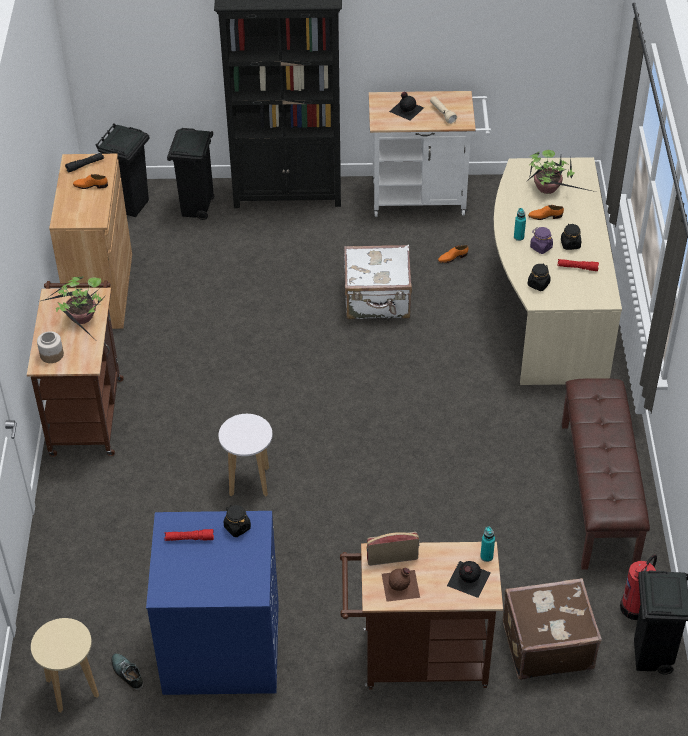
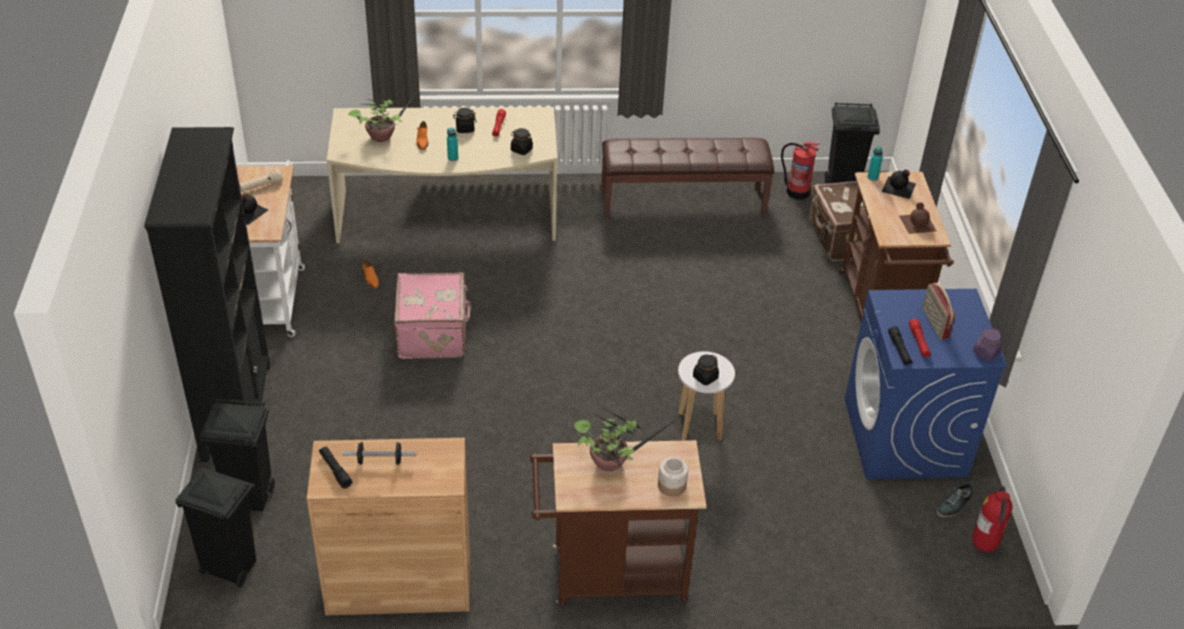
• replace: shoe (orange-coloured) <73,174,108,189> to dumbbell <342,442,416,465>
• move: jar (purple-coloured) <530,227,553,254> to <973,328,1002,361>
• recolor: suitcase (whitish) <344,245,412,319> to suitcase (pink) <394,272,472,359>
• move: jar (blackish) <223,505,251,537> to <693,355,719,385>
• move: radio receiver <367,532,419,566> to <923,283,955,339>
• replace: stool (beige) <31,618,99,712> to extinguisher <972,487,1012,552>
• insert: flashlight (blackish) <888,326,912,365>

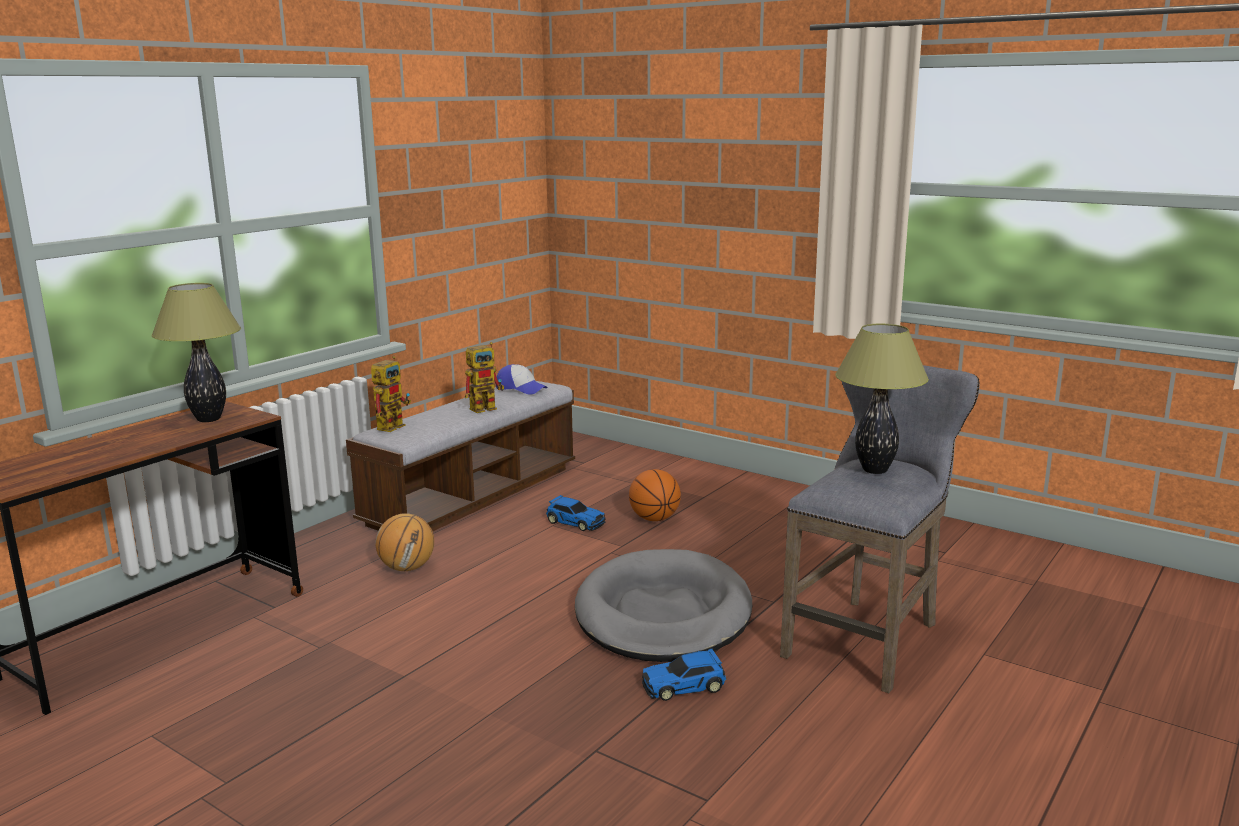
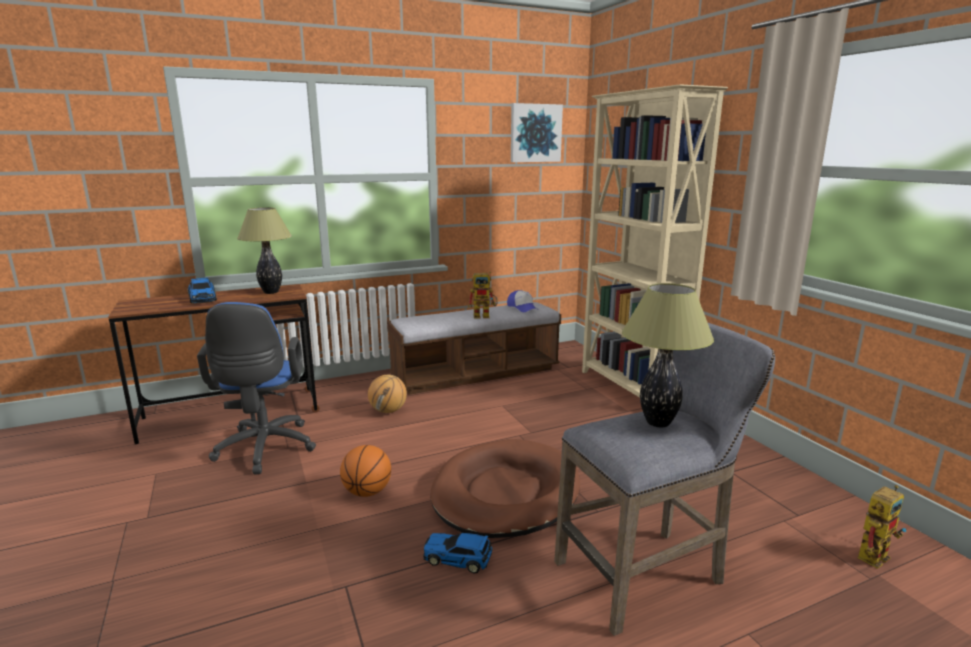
• move: model robot <371,356,411,432> to <858,485,907,569>
• move: basketball <629,469,681,521> to <340,445,391,497>
• move: miniature car <546,495,606,531> to <188,277,217,304>
• recolor: dog bed (gray) <575,549,752,662> to dog bed (brown) <431,439,580,538>
• insert: bookcase (beige) <582,84,728,398>
• insert: wall art <511,103,563,162>
• insert: computer chair (blue-coloured) <197,302,316,475>

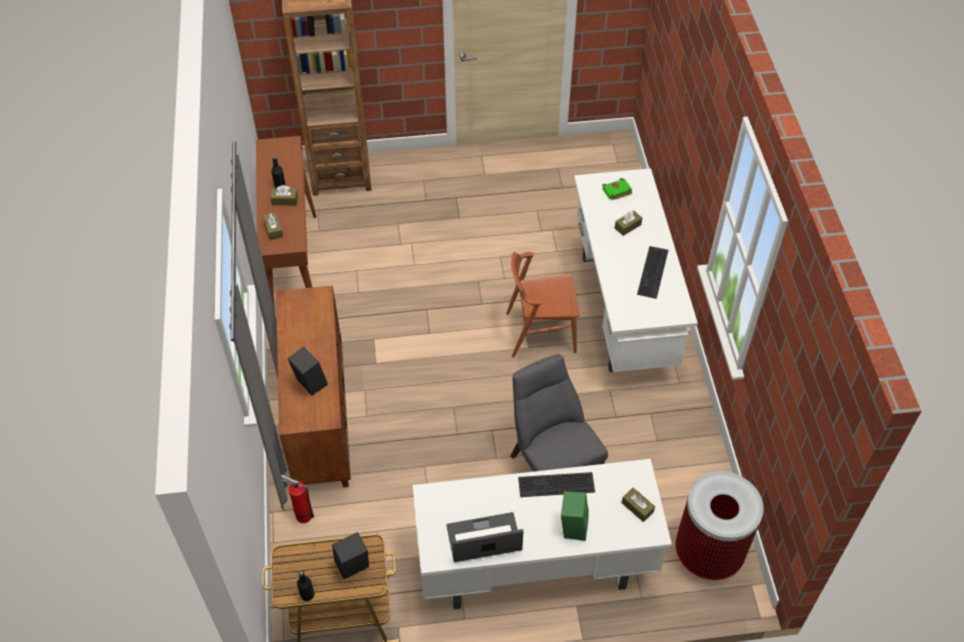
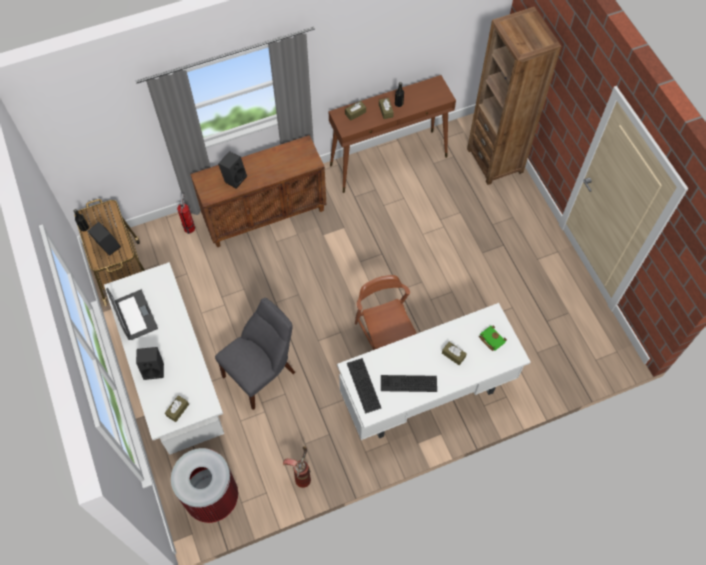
• move: PC keyboard <518,472,595,497> to <347,358,381,414>
• recolor: speaker (green) <561,491,589,541> to speaker (blackish) <136,347,164,380>
• insert: extinguisher <283,446,311,488>

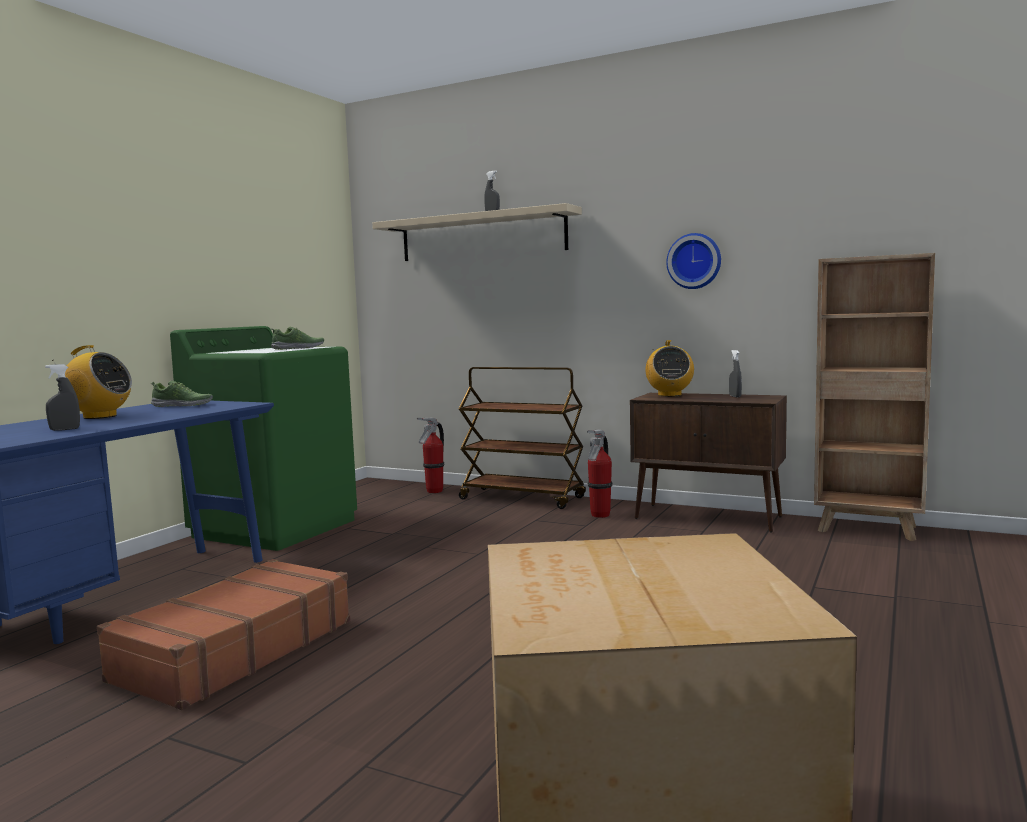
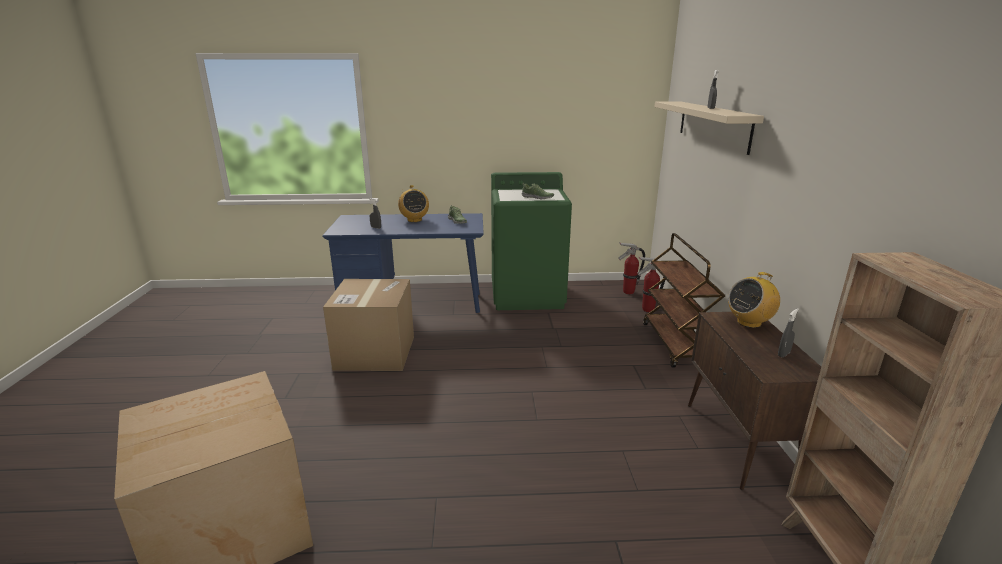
• delete: wall clock <666,233,721,289>
• move: extinguisher <587,430,613,518> to <618,243,645,294>
• replace: suitcase (brown) <97,559,351,710> to packing box <323,279,414,371>

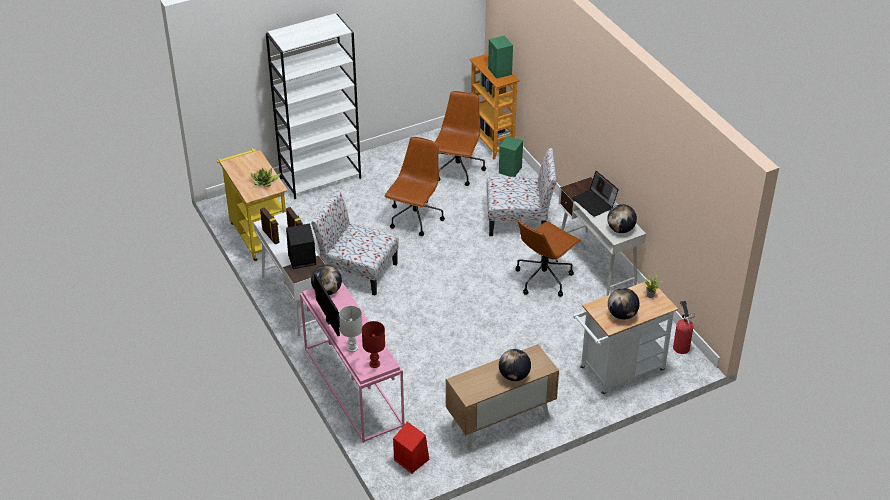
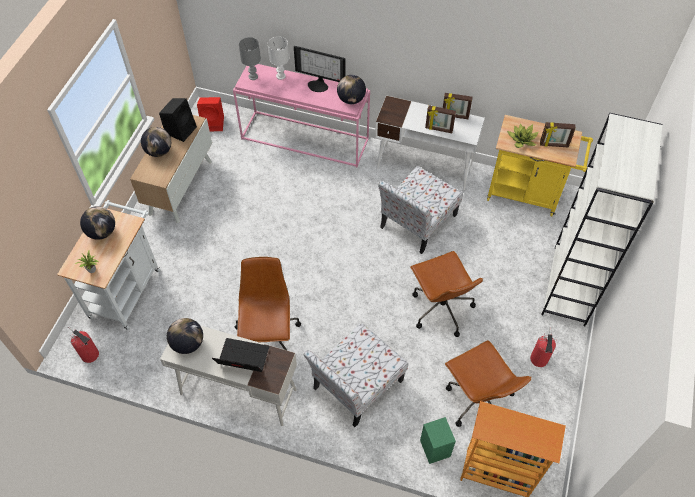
• delete: speaker (green) <488,35,513,79>
• rotate: upright chair <311,190,399,296> = <378,166,463,254> 150 degrees clockwise
• move: speaker (blackish) <286,224,316,269> to <159,98,197,142>
• recolor: lamp for a table (red) <362,321,385,368> to lamp for a table (gray) <239,37,261,80>
• insert: standing frame <540,122,576,148>
• insert: extinguisher <530,327,556,367>

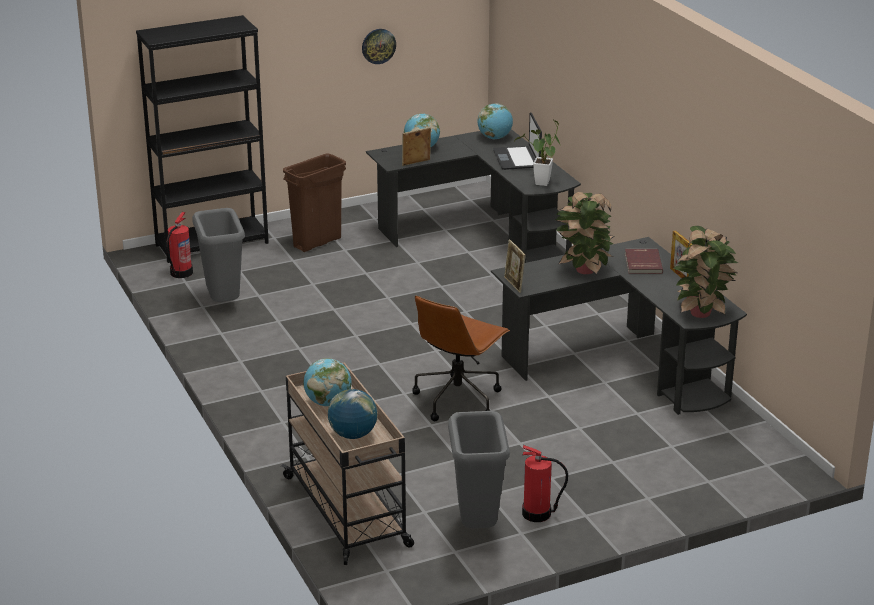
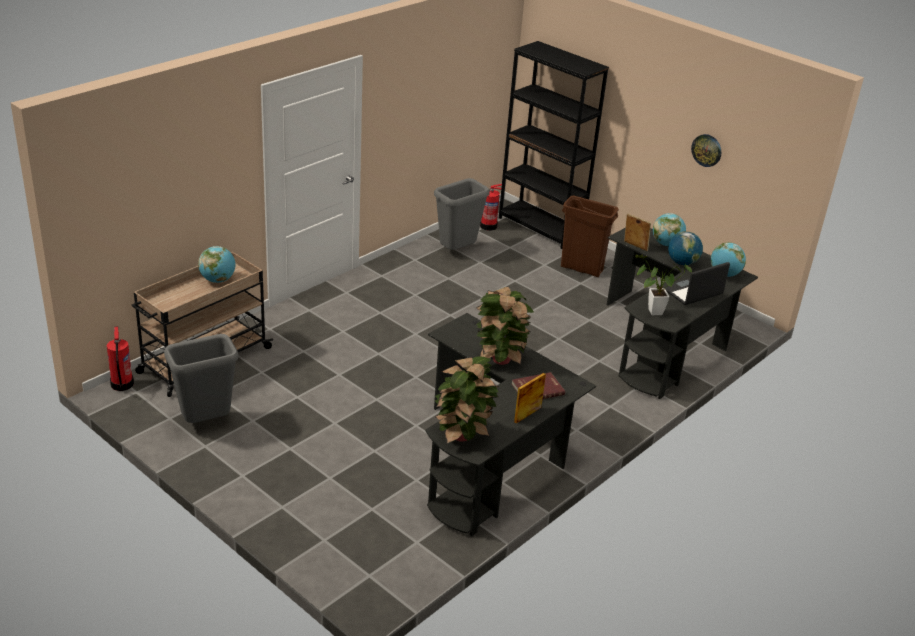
• delete: standing frame <504,239,526,293>
• delete: computer chair (brown) <412,295,510,421>
• move: globe <328,389,378,439> to <668,231,703,265>
• move: extinguisher <522,445,568,522> to <107,326,134,391>

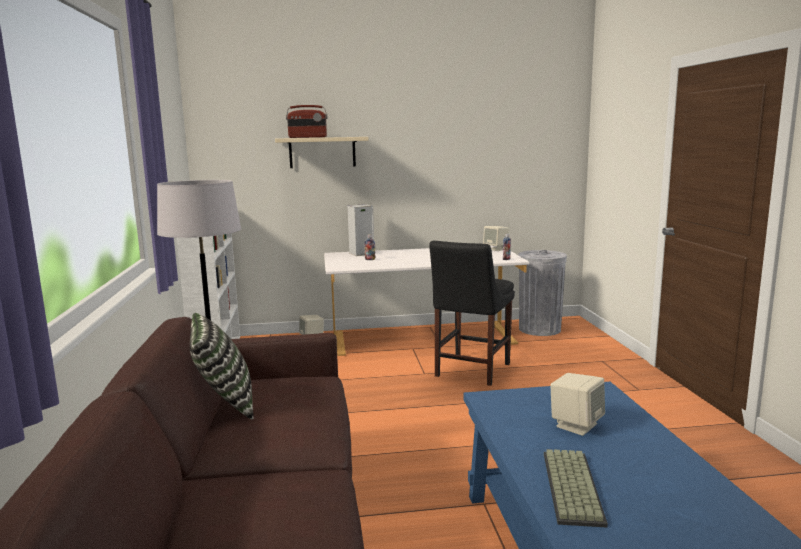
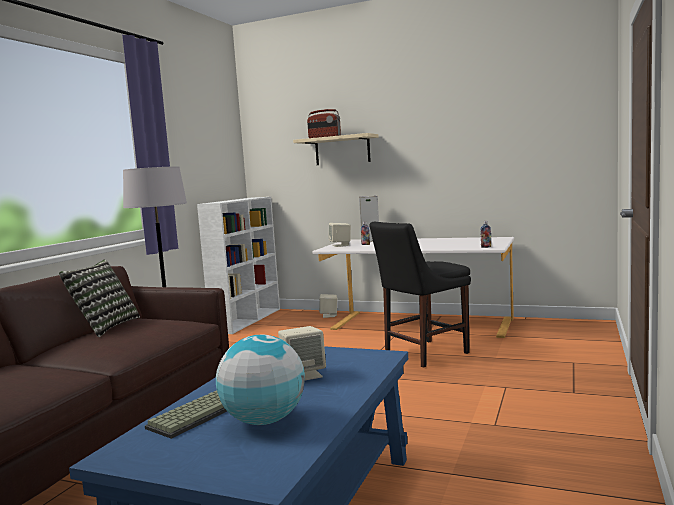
• move: speaker (beige) <483,226,510,251> to <329,223,351,247>
• delete: waste bin (gray) <518,250,567,336>
• insert: globe <216,334,305,425>

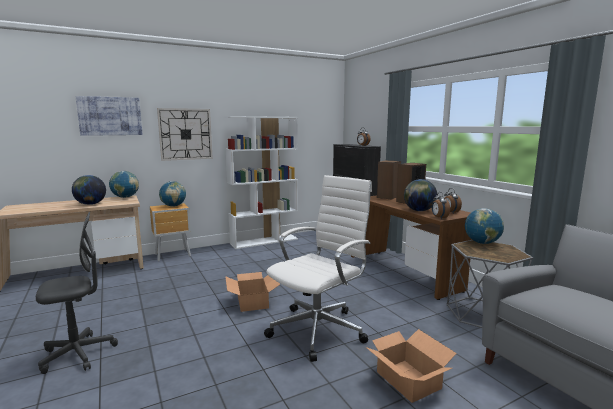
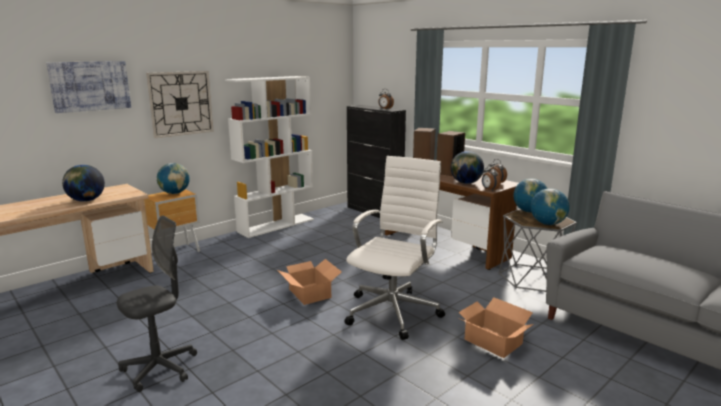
• move: globe <109,171,139,198> to <531,188,570,225>

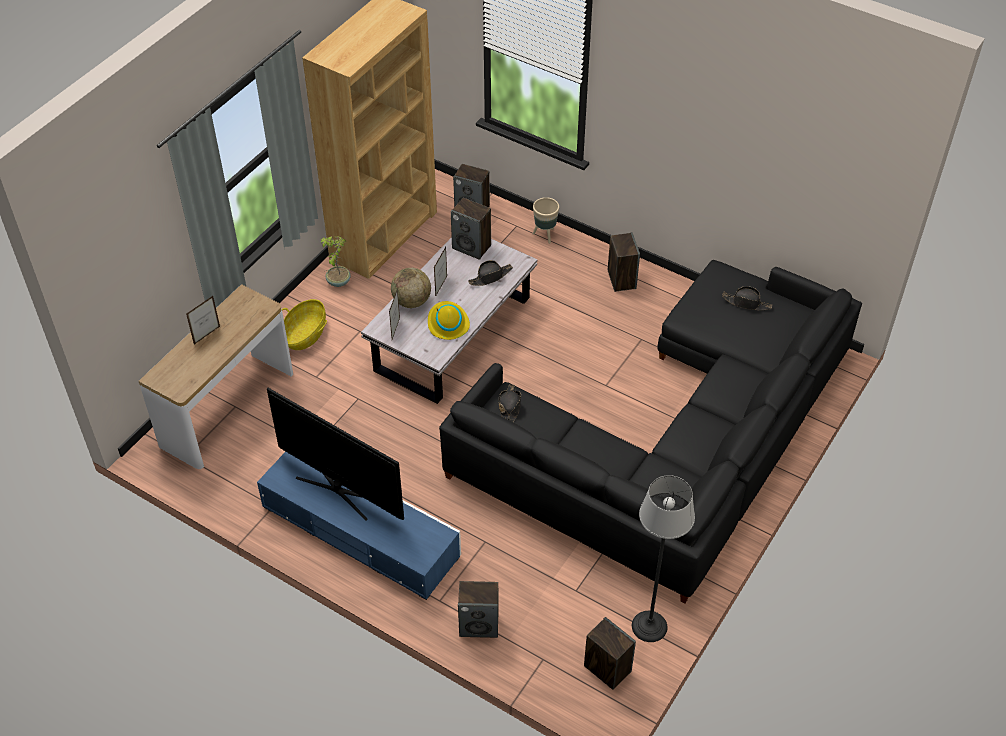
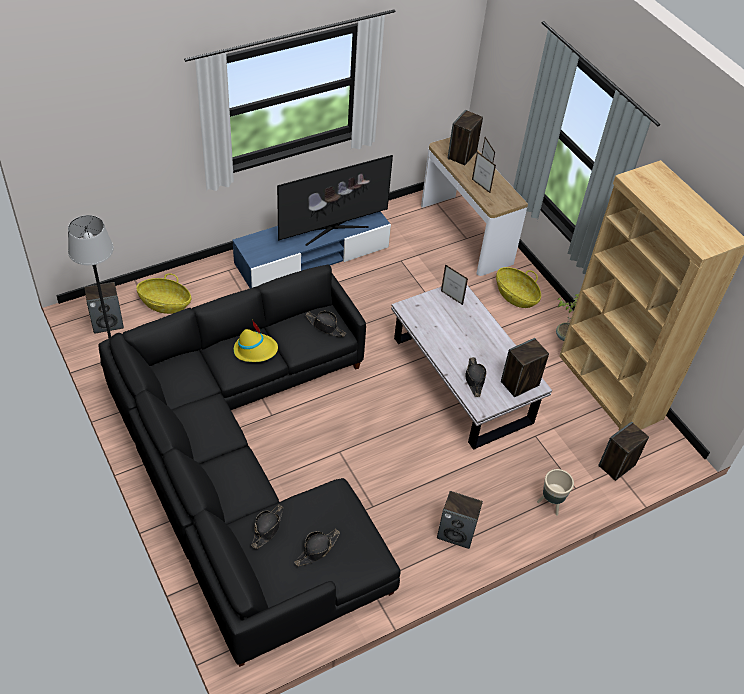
• move: standing frame <434,247,447,297> to <472,152,496,193>
• delete: globe <391,268,431,308>
• move: clothing hat (yellow-coloured) <428,301,470,340> to <234,320,278,362>
• move: speaker <458,581,498,638> to <447,110,483,165>
• insert: basket <136,273,191,314>
• insert: clothing hat (blackish) <251,505,284,549>

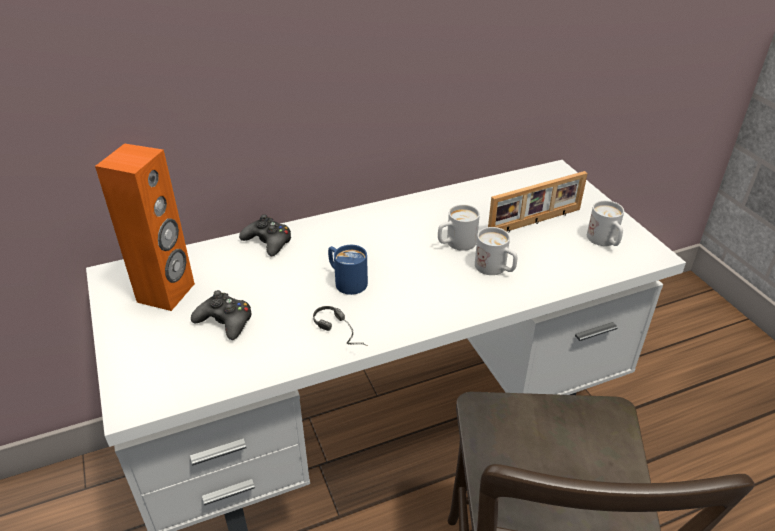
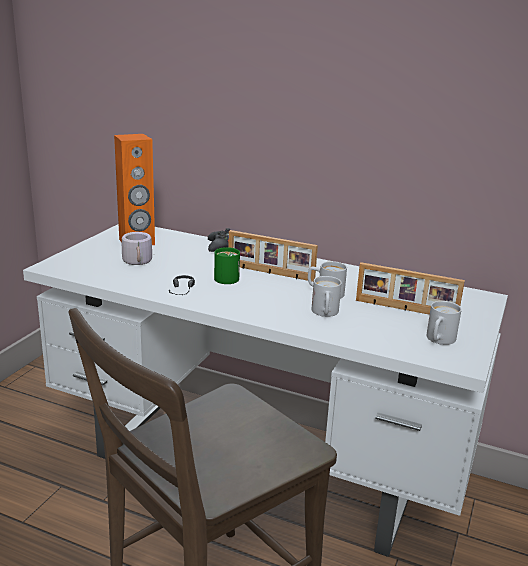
• recolor: mug (blue-coloured) <328,245,368,295> to mug (green) <214,247,240,284>
• replace: game controller (blackish) <191,290,251,340> to mug (gray) <122,232,152,265>
• insert: standing frame <228,230,318,282>

